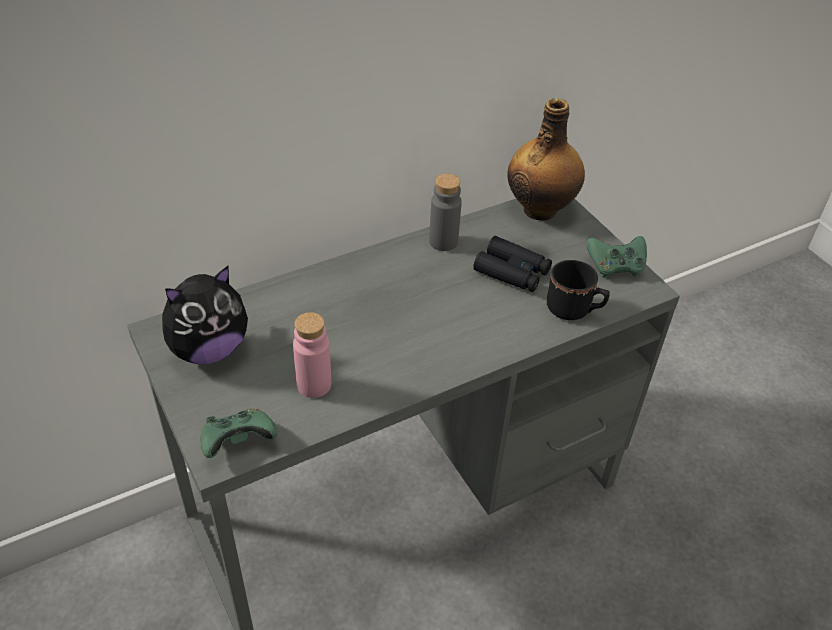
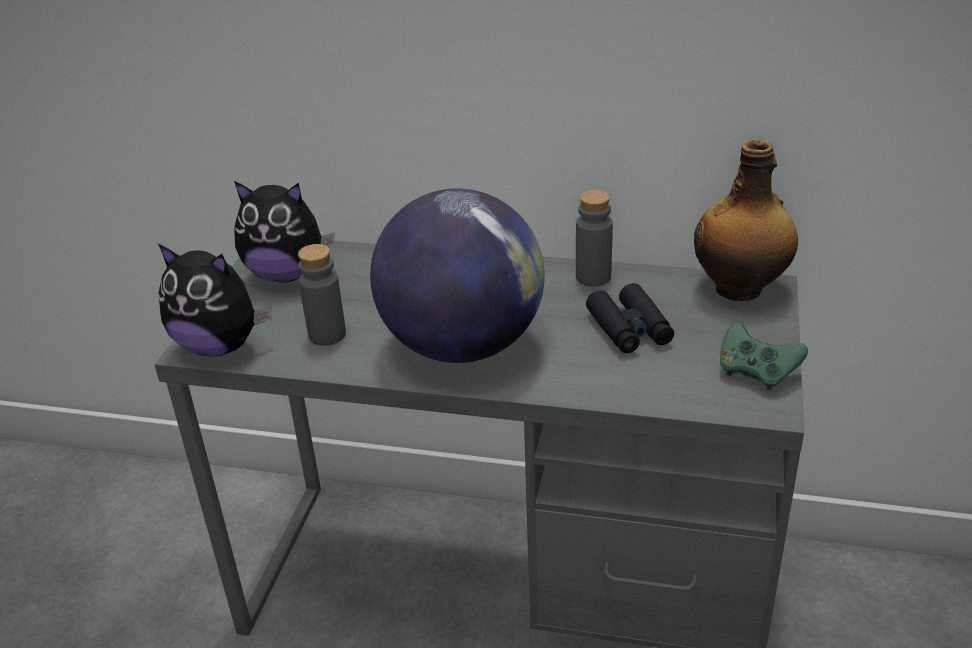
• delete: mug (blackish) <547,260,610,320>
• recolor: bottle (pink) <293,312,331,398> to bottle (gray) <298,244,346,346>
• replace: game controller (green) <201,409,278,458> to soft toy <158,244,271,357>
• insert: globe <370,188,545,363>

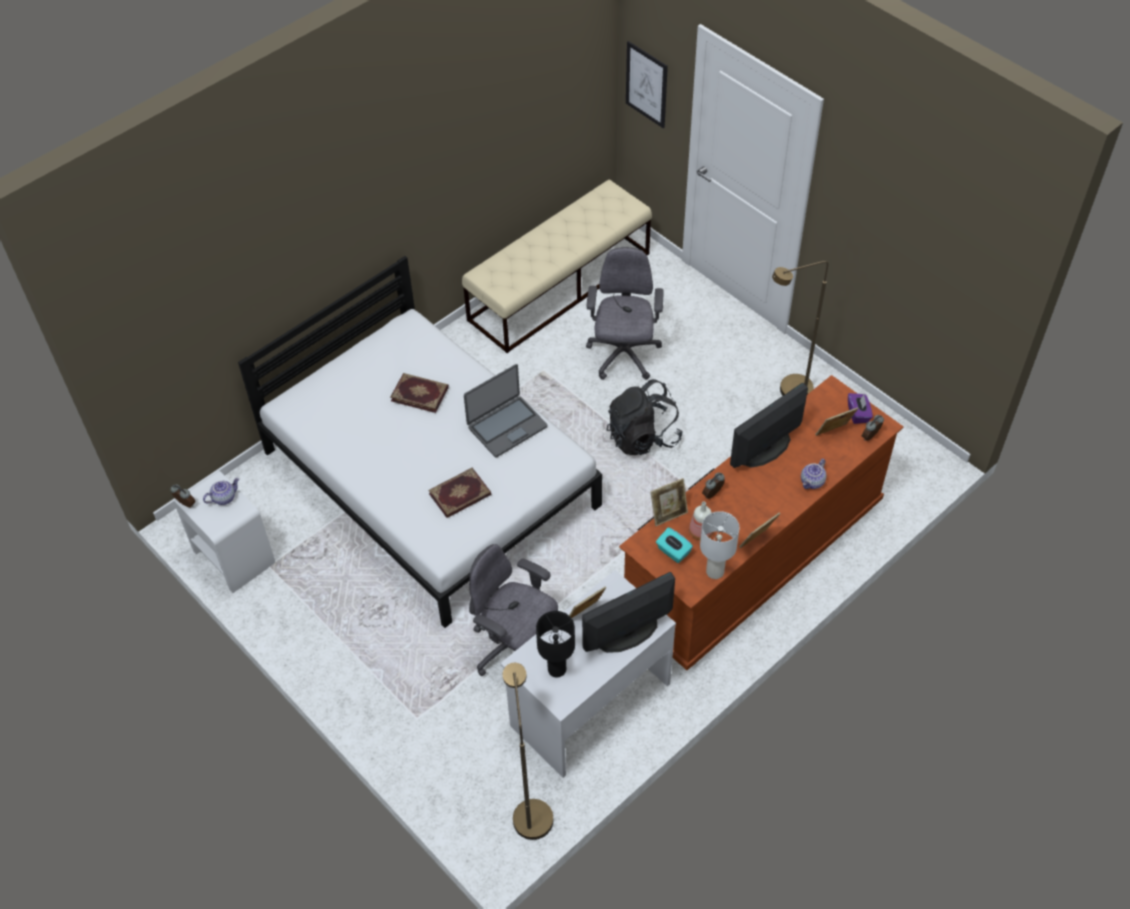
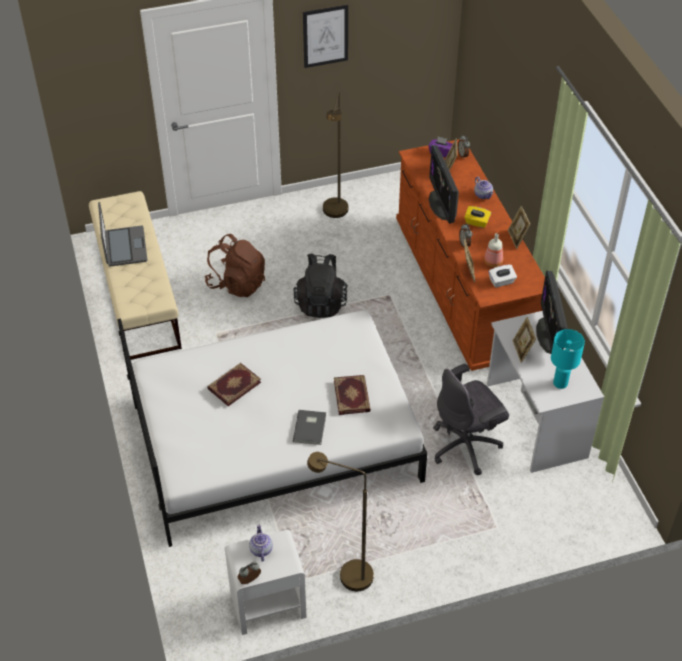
• move: wall art <626,41,668,128> to <303,4,348,68>
• replace: computer chair (gray) <586,247,664,380> to knapsack (brown) <205,234,265,297>
• move: portable computer <464,364,547,458> to <98,202,147,267>
• delete: lamp for a table (whitish) <700,511,739,579>
• recolor: box of tissues (turquoise) <656,527,693,563> to box of tissues (whitish) <489,265,517,288>
• recolor: lamp for a table (blackish) <536,611,575,677> to lamp for a table (turquoise) <551,329,585,389>
• move: floor lamp (brown) <503,663,553,840> to <307,452,374,591>
• insert: box of tissues (yellow-coloured) <464,206,491,228>
• insert: book (gray) <293,410,326,445>

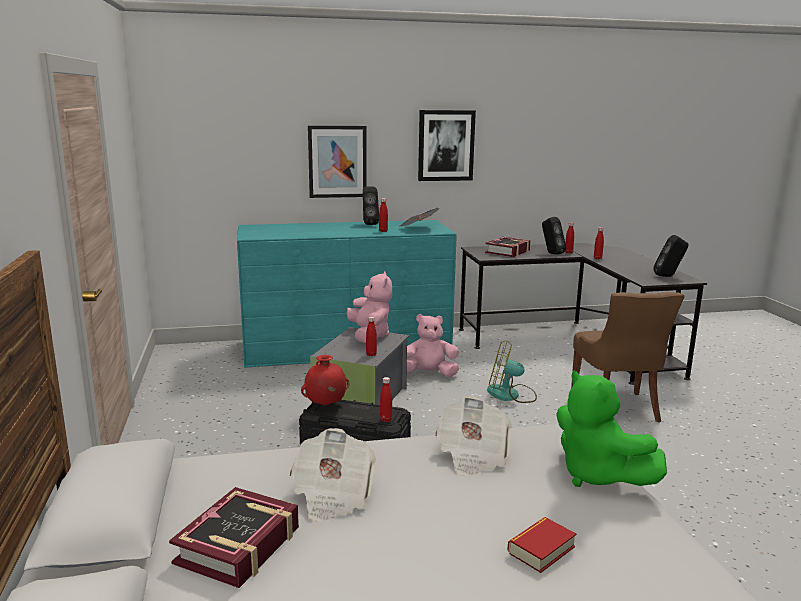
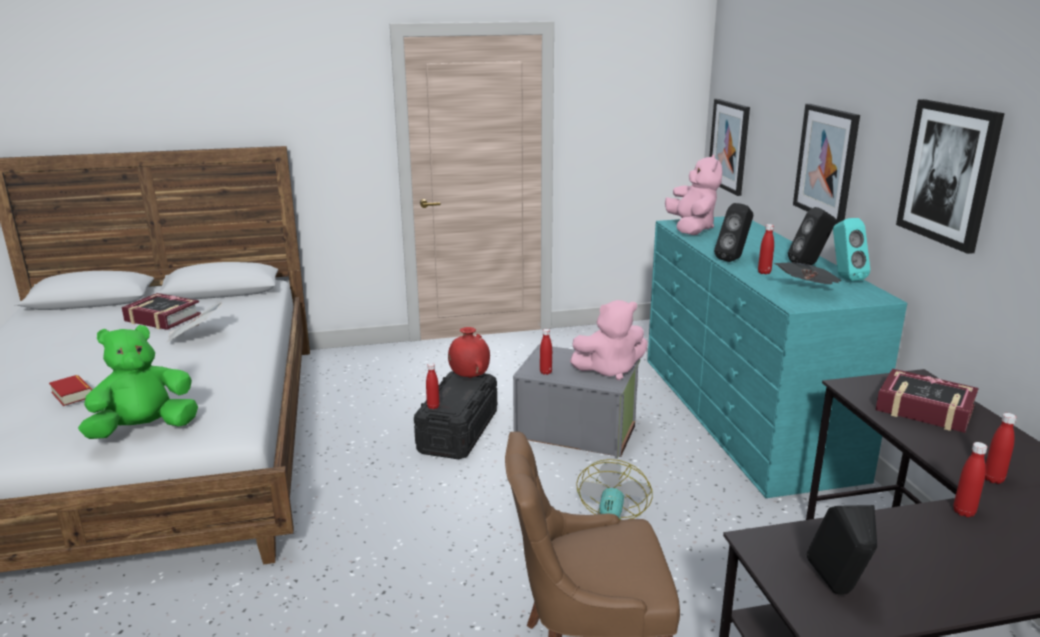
• move: speaker (blackish) <542,217,566,254> to <714,203,753,262>
• move: soft toy (pink) <407,314,459,377> to <665,154,722,235>
• delete: newspaper <435,396,512,476>
• insert: wall art <709,99,750,196>
• insert: speaker (turquoise) <833,218,870,281>

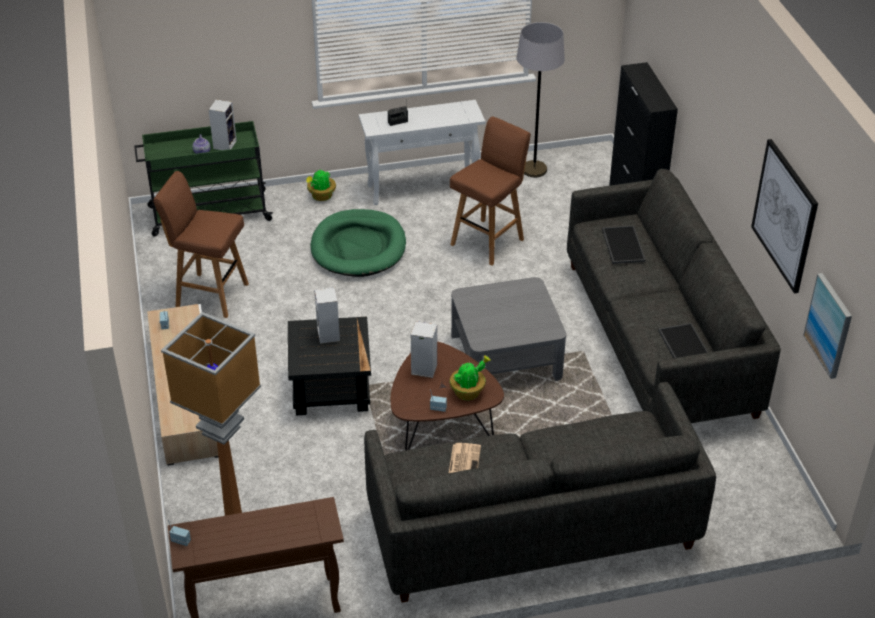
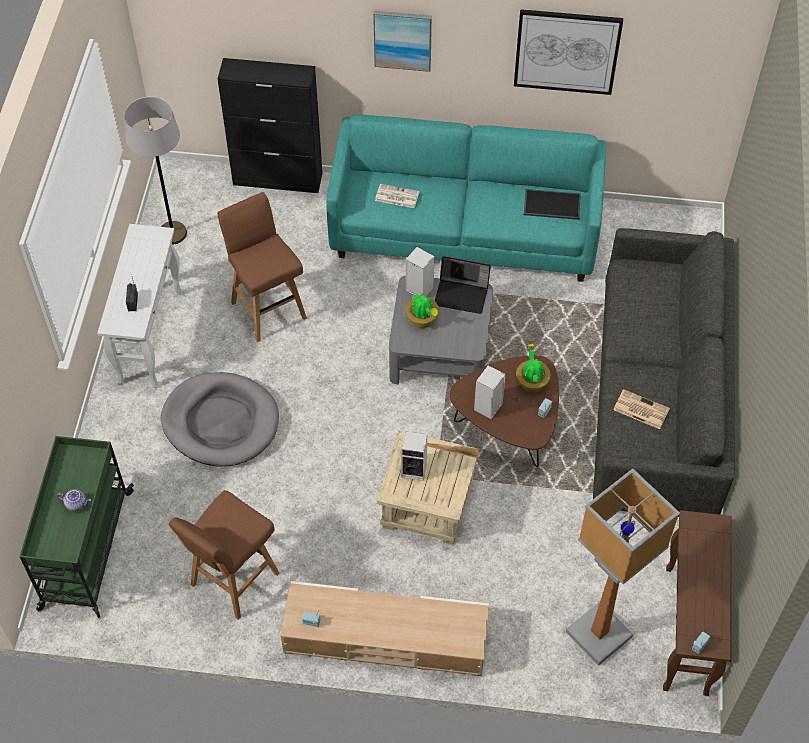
• move: speaker <209,99,237,150> to <406,247,435,296>
• move: houseplant <306,169,336,201> to <405,294,439,328>
• recolor: settee (gray) <567,169,781,423> to settee (turquoise) <326,115,606,282>
• recolor: dog bed (green) <311,209,406,277> to dog bed (gray) <161,372,279,467>
• replace: serving tray <602,225,646,264> to newspaper <375,184,419,208>
• move: wall art <803,273,852,379> to <373,11,432,72>
• recolor: end table (blackish) <288,316,371,415> to end table (beige) <377,431,479,545>
• insert: portable computer <435,256,491,314>

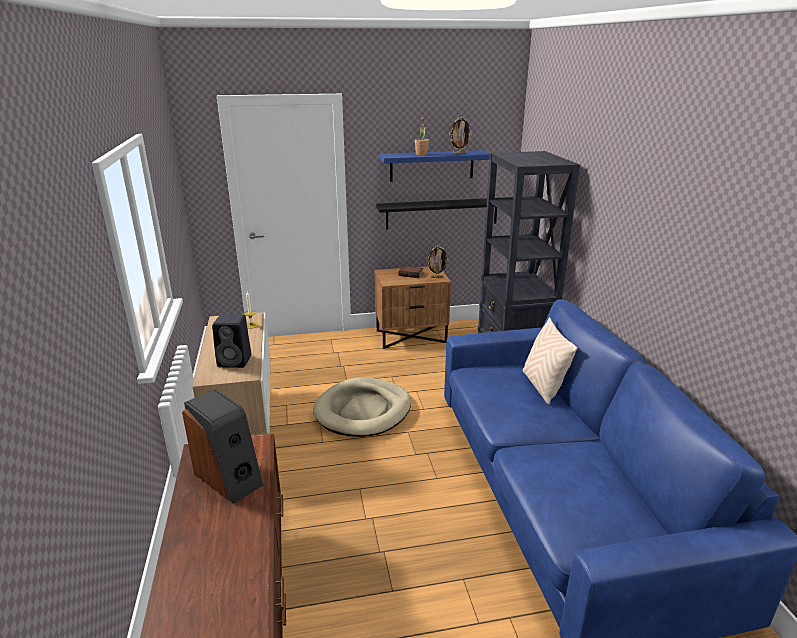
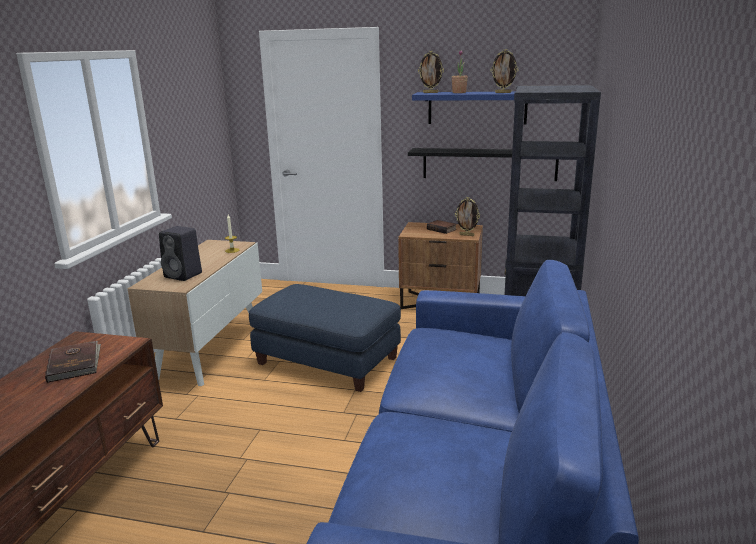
• delete: cushion (beige) <523,317,578,404>
• replace: dog bed (beige) <313,378,411,437> to footrest (blue-coloured) <248,284,401,392>
• replace: speaker <182,389,263,504> to book (brown) <45,341,101,383>
• insert: standing frame <418,51,444,93>

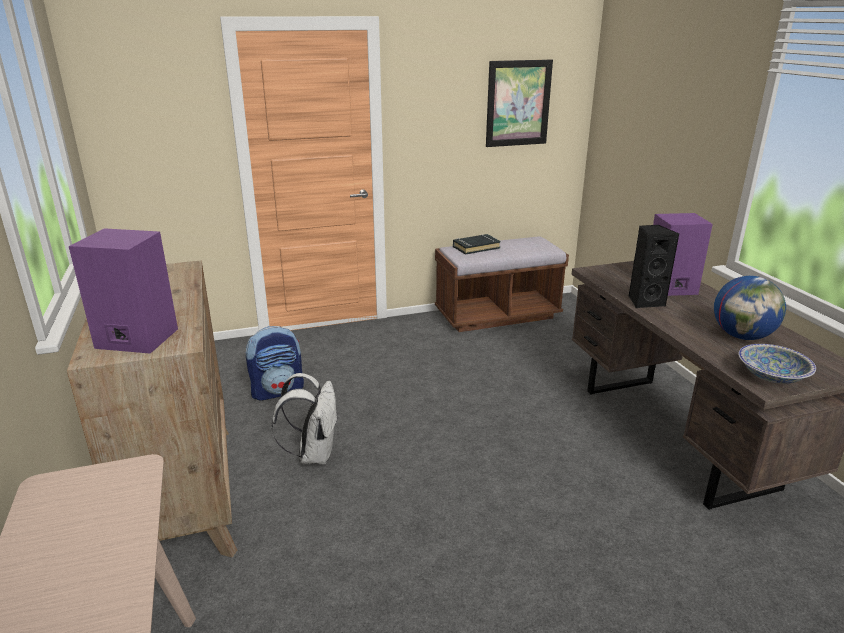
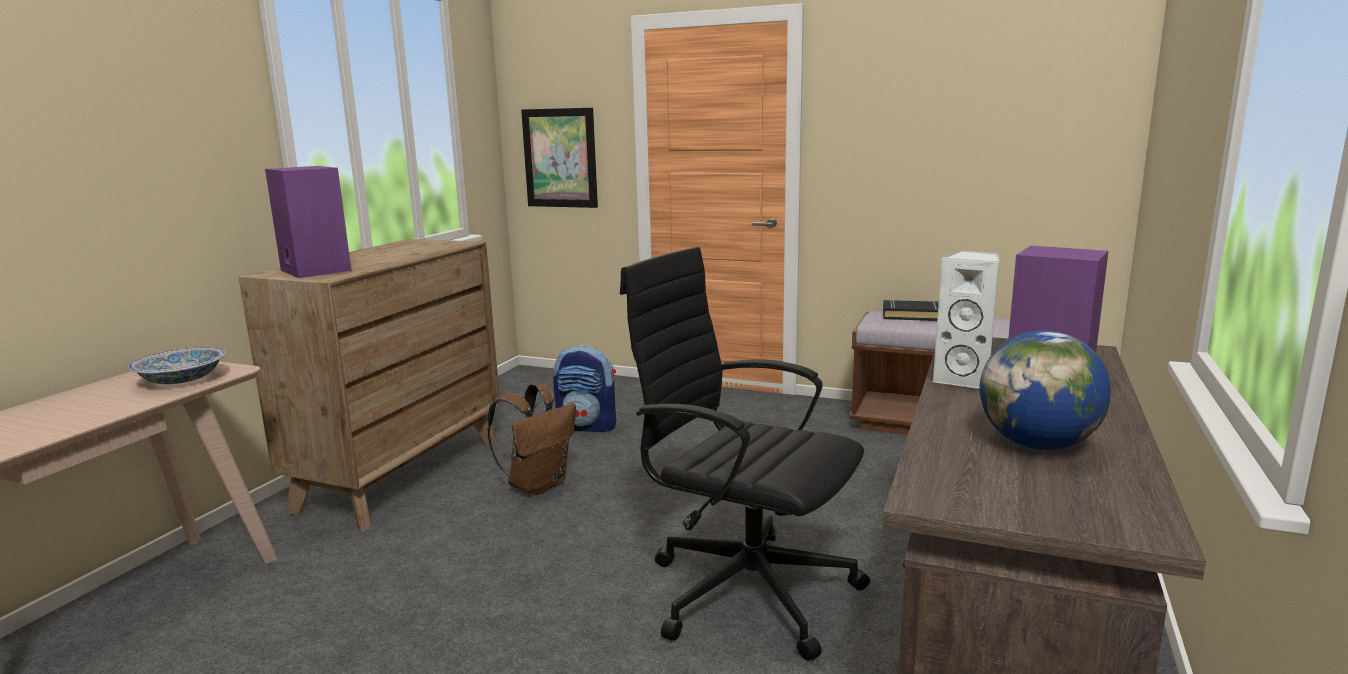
• move: wall art <486,60,553,147> to <521,107,598,208>
• recolor: speaker (blackish) <628,225,679,309> to speaker (whitish) <933,251,999,389>
• move: serving bowl <738,344,816,384> to <128,347,225,384>
• recolor: knapsack (whitish) <271,373,338,465> to knapsack (brown) <487,383,576,495>
• insert: computer chair (blackish) <620,247,870,661>

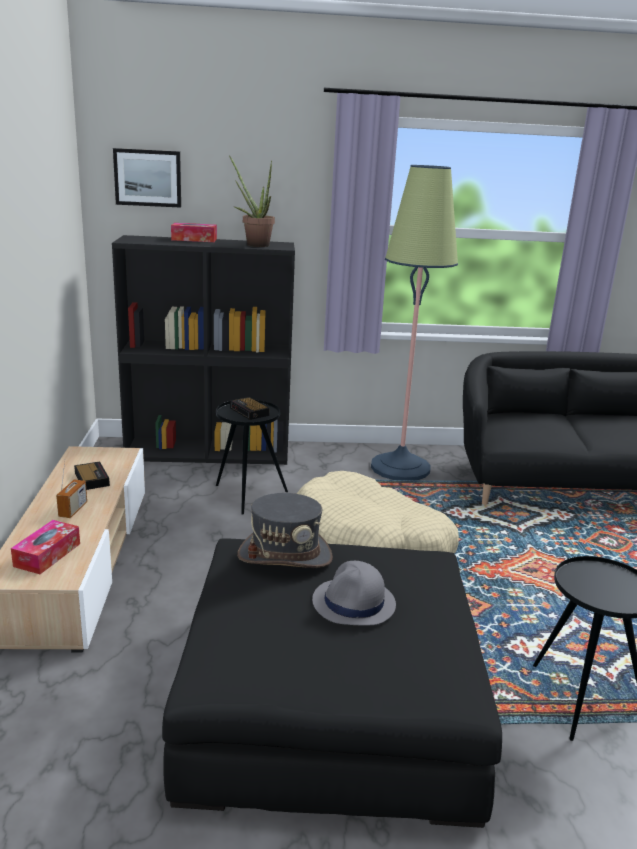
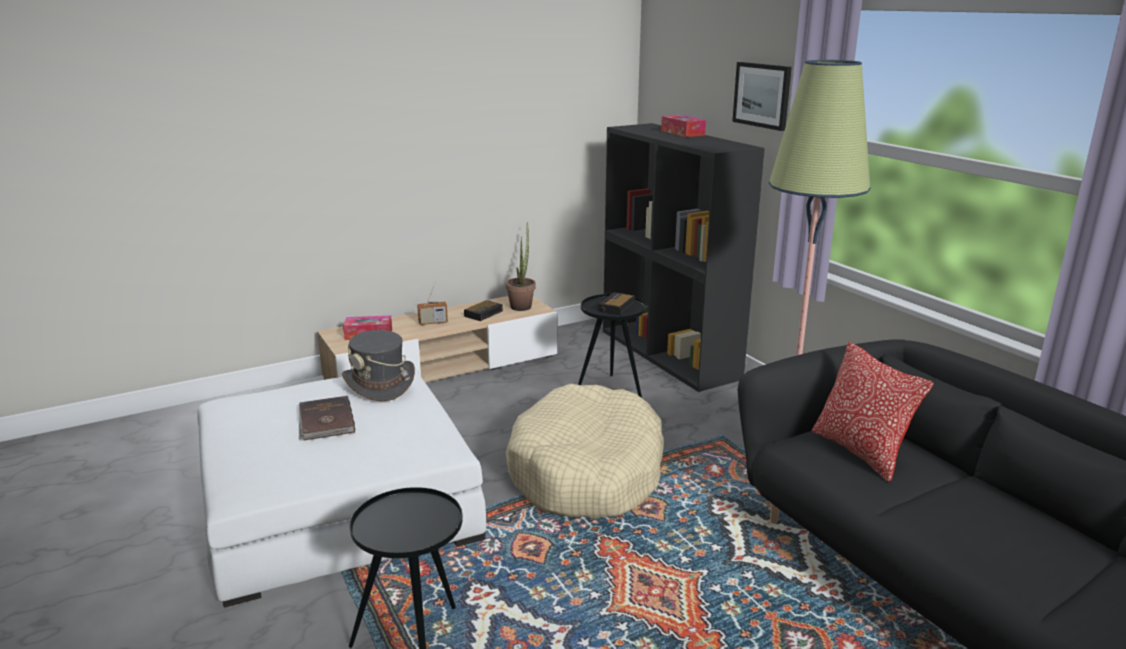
• move: wall art <113,148,181,208> to <732,62,792,131>
• move: houseplant <229,155,275,247> to <505,222,536,311>
• recolor: footrest (blackish) <162,538,502,828> to footrest (whitish) <197,368,486,607>
• replace: clothing hat (gray) <312,561,396,625> to book (brown) <299,396,355,441>
• insert: cushion <812,342,934,483>

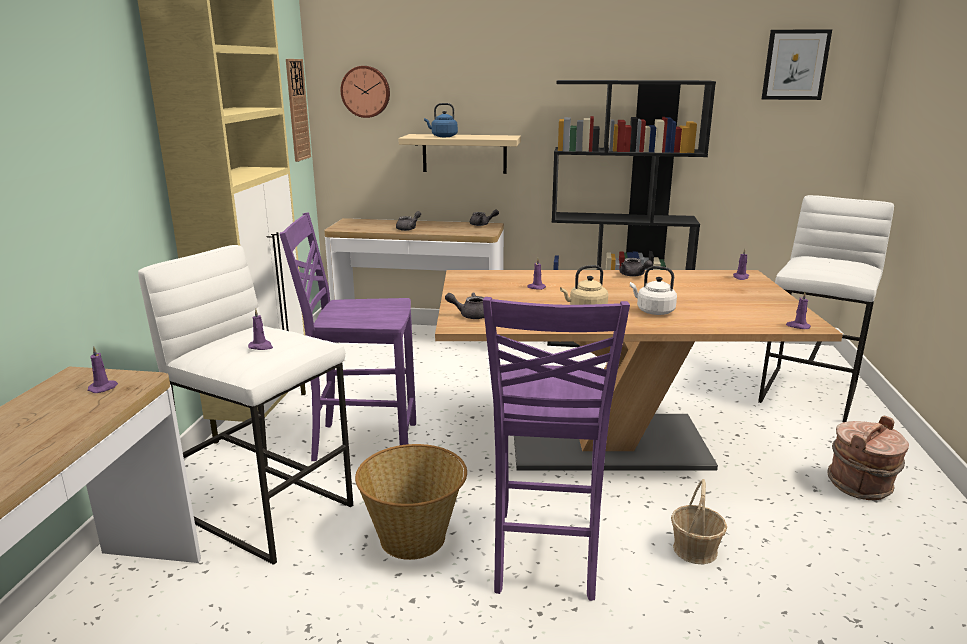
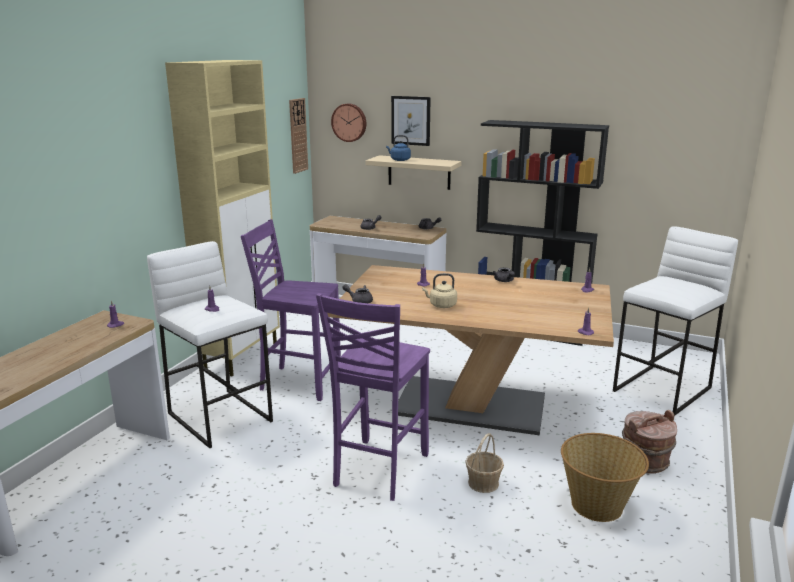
• move: wall art <762,29,832,100> to <391,96,431,146>
• delete: tea kettle (whitish) <630,266,677,315>
• move: basket <355,444,467,560> to <561,433,649,522>

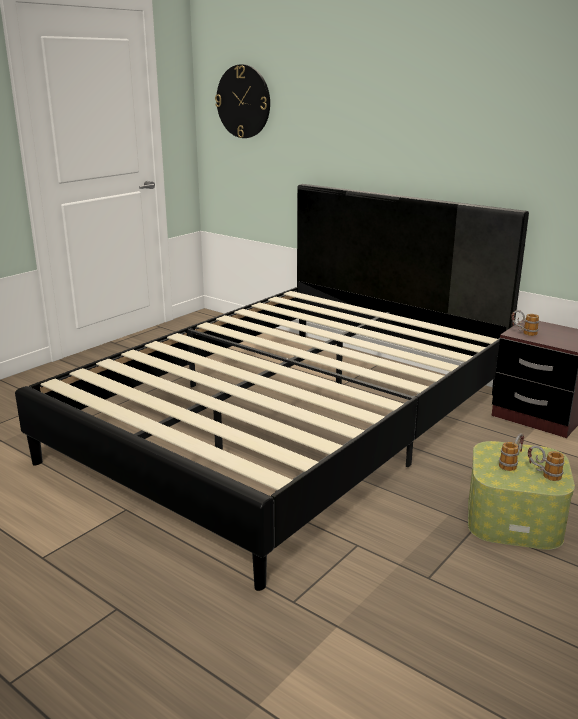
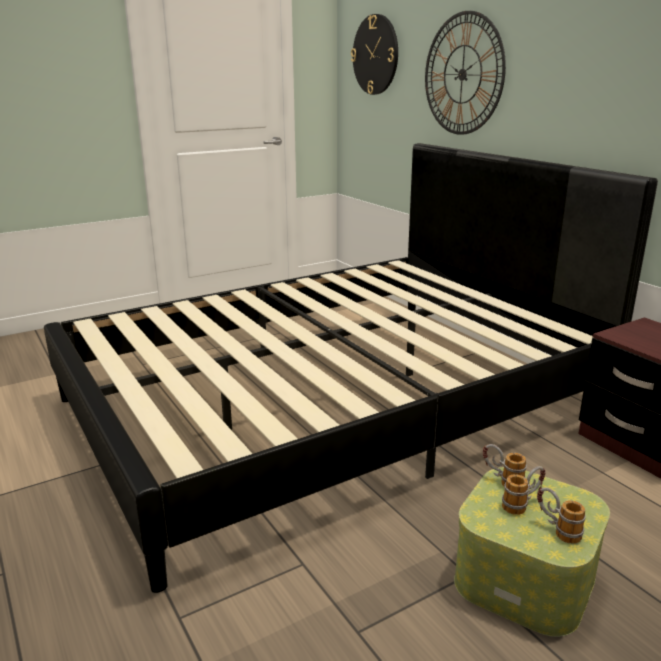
• move: mug <511,310,539,336> to <483,444,527,486>
• insert: wall clock <425,11,506,135>

